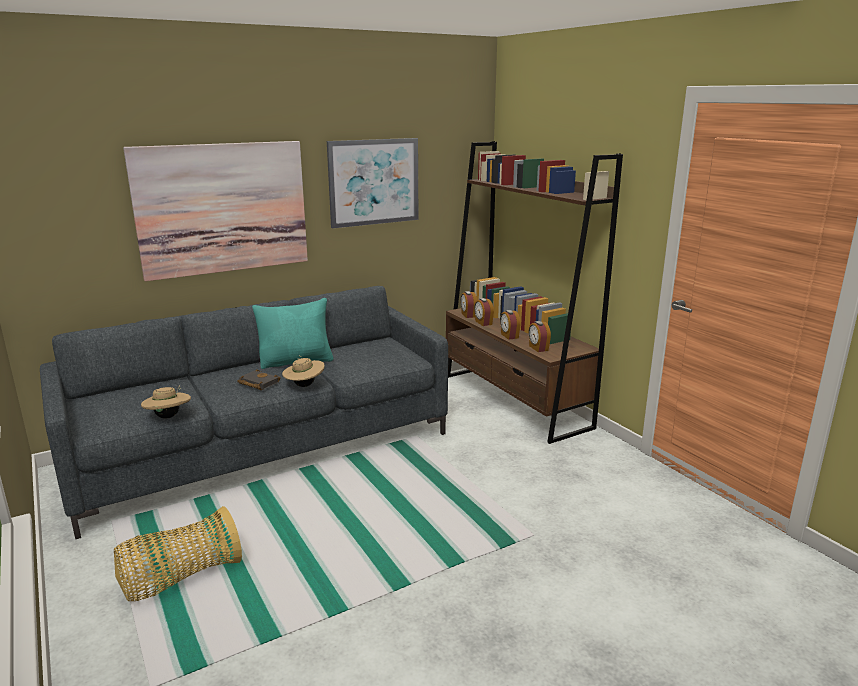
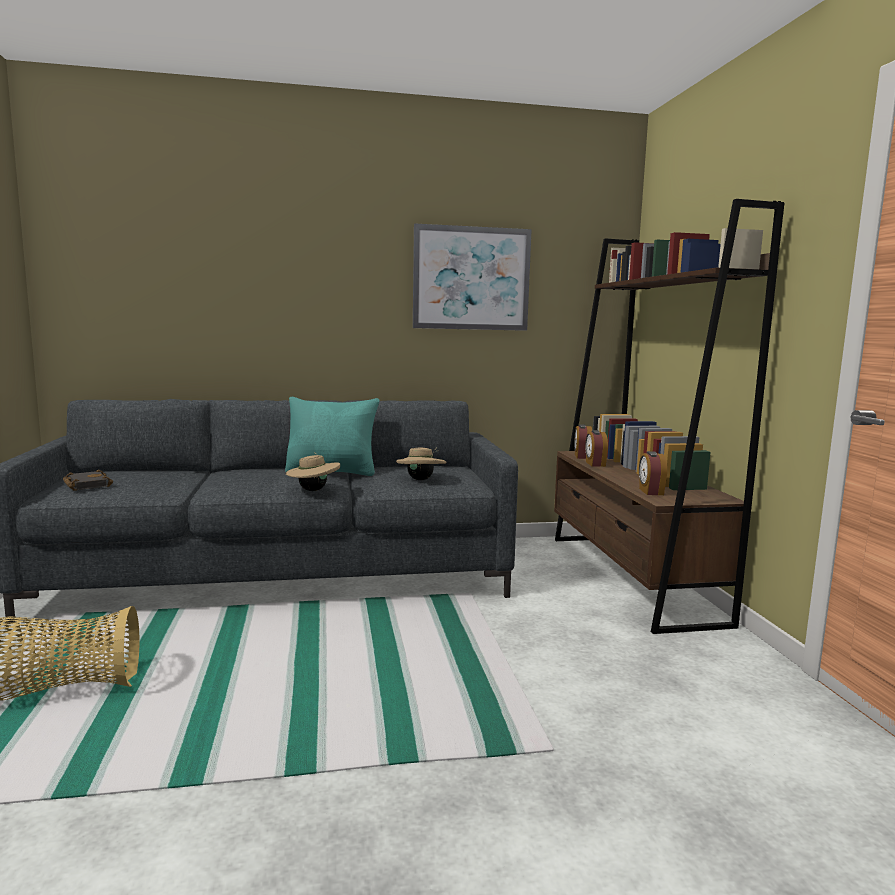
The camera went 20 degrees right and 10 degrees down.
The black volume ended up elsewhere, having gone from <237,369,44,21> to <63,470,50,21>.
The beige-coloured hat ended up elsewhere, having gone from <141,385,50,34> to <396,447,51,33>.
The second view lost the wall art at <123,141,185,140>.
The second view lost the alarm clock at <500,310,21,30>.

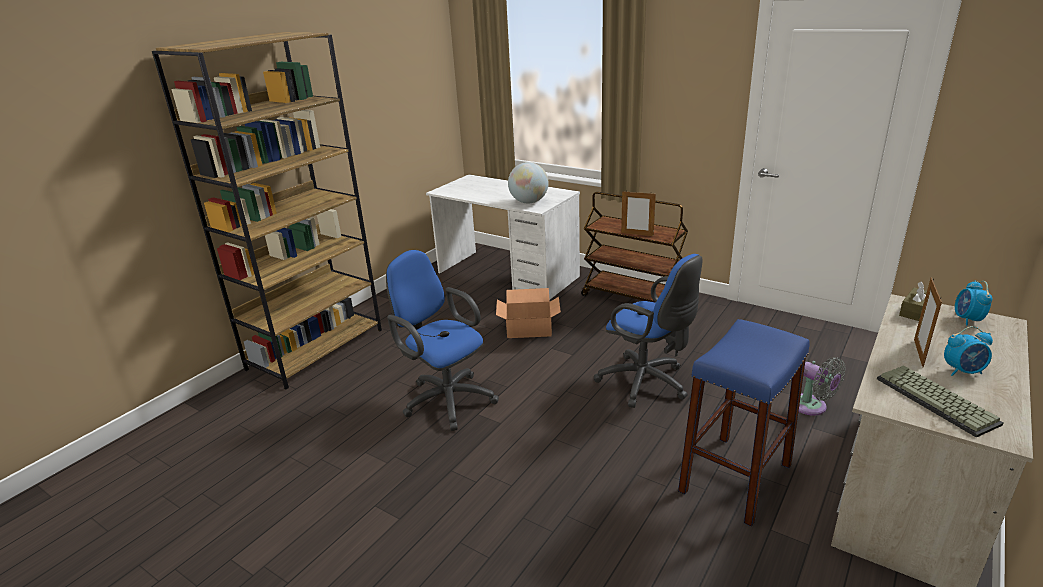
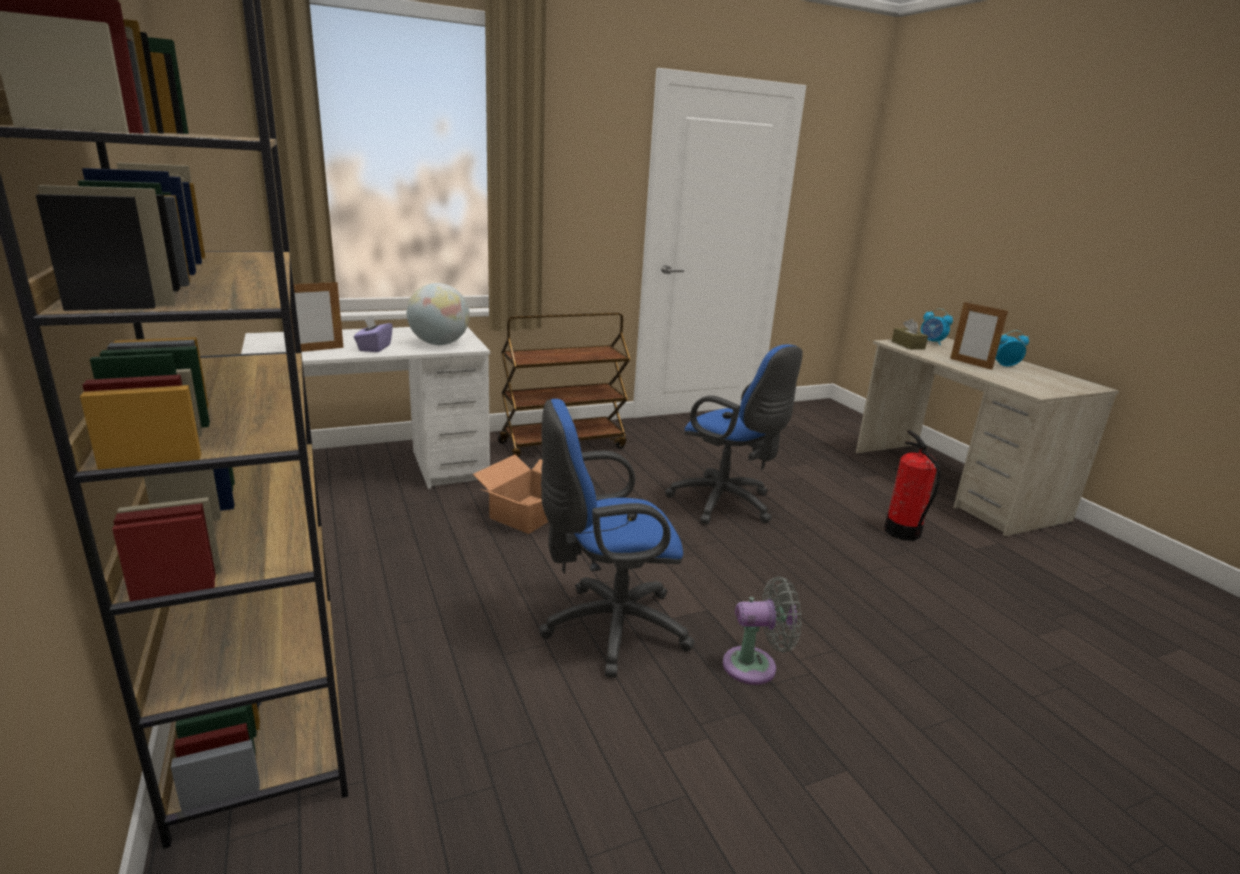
The camera went 60 degrees left and 5 degrees down.
The picture frame ended up elsewhere, having gone from <621,191,35,45> to <290,282,54,70>.
The second view gained the purple-coloured tissue holder at <354,316,39,36>.
The blue-coloured office chair at <594,254,109,154> ended up facing another way, 60 degrees clockwise from before.
The grey electric fan ended up elsewhere, having gone from <799,357,47,59> to <723,577,79,108>.
Where the blue-coloured stool stood at <678,319,132,208>, the fire extinguisher came to stand at <885,430,56,111>.
The alarm clock at <944,326,49,50> ended up facing another way, 120 degrees counterclockwise from before.
The second view lost the computer keyboard at <877,365,127,73>.

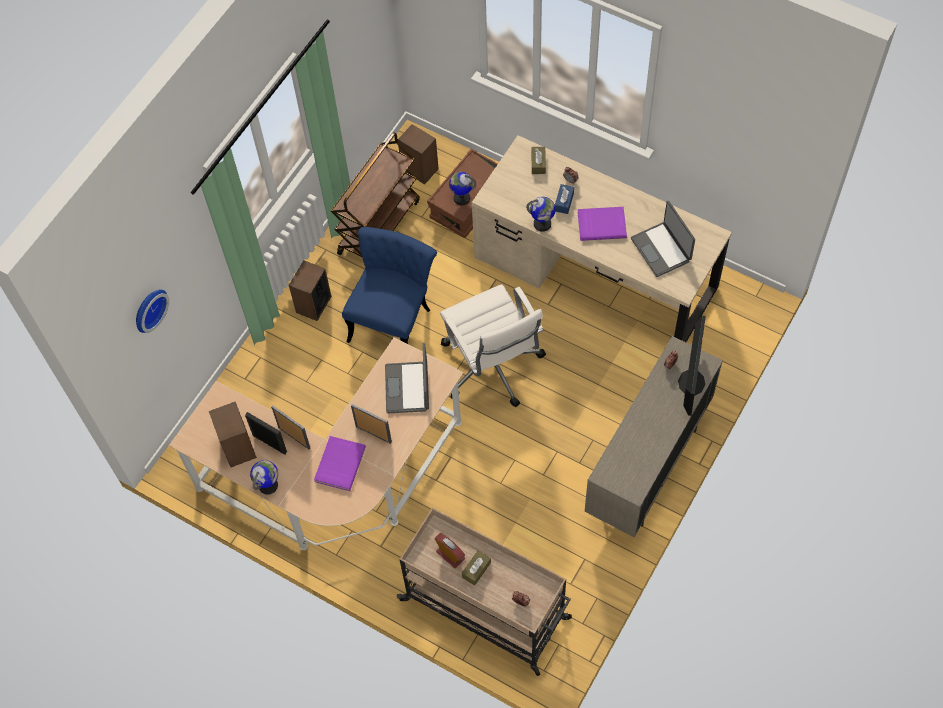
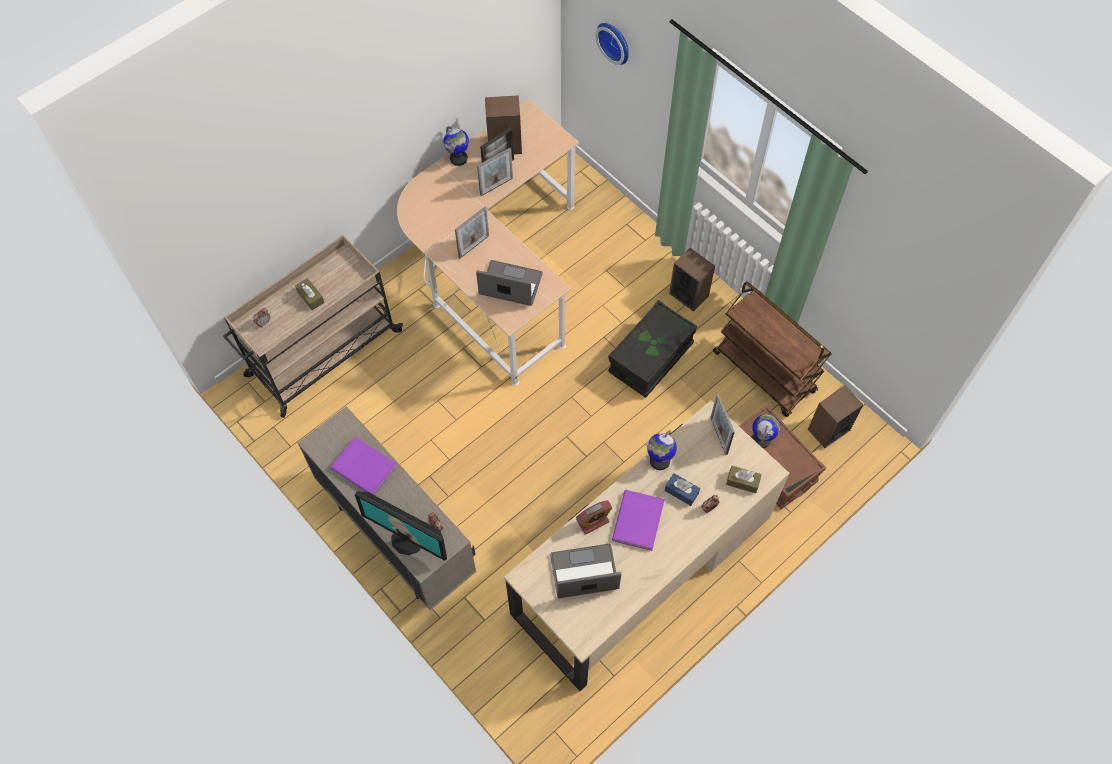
The camera went 105 degrees right and 0 degrees up.
The purple-coloured volume ended up elsewhere, having gone from <314,436,52,55> to <330,437,67,58>.
The alarm clock ended up elsewhere, having gone from <434,533,31,35> to <576,500,36,35>.
Where the blue-coloured plain chair stood at <342,227,95,117>, the black storage container came to stand at <608,300,89,98>.
The second view gained the picture frame at <710,394,25,61>.
The second view lost the white-coloured office chair at <440,284,106,123>.

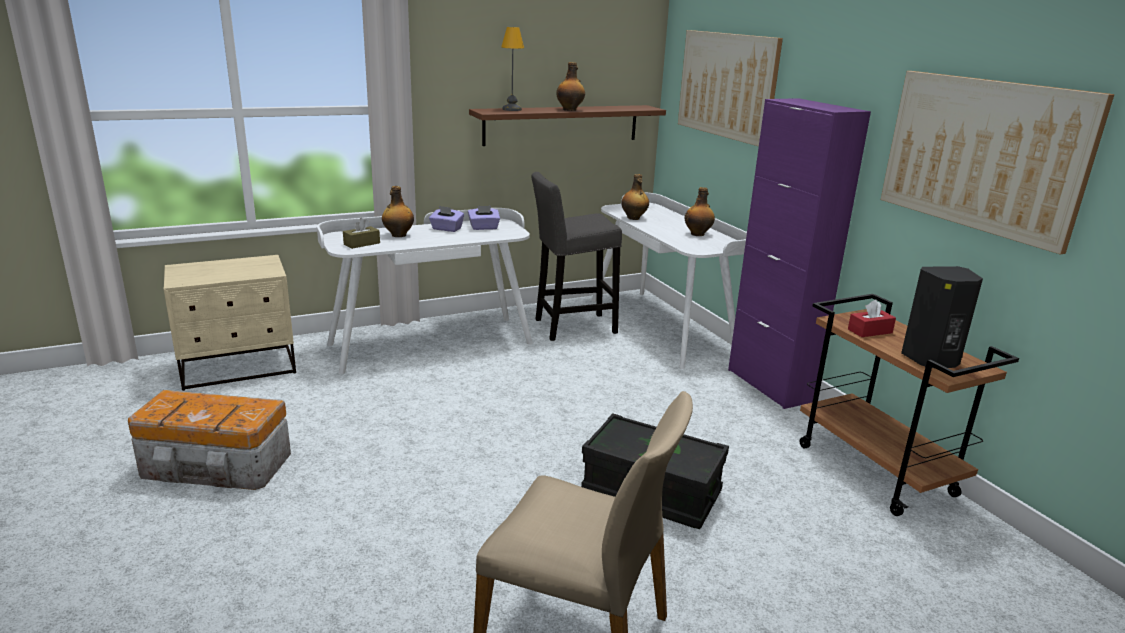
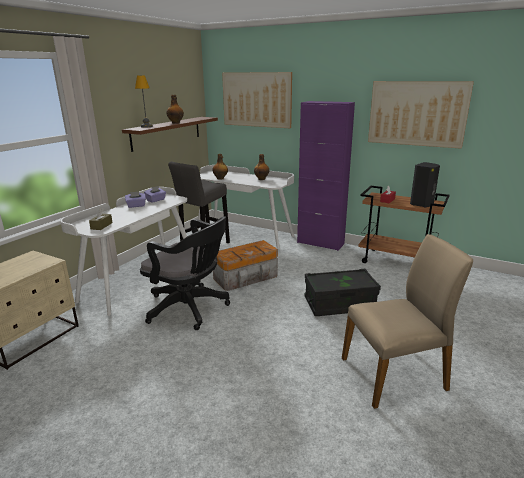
The camera went 35 degrees left and 0 degrees up.
The second view gained the black office chair at <140,216,90,114>.
The storage container ended up elsewhere, having gone from <128,390,163,100> to <213,240,65,51>.
The second view lost the beverage bottle at <382,186,32,51>.

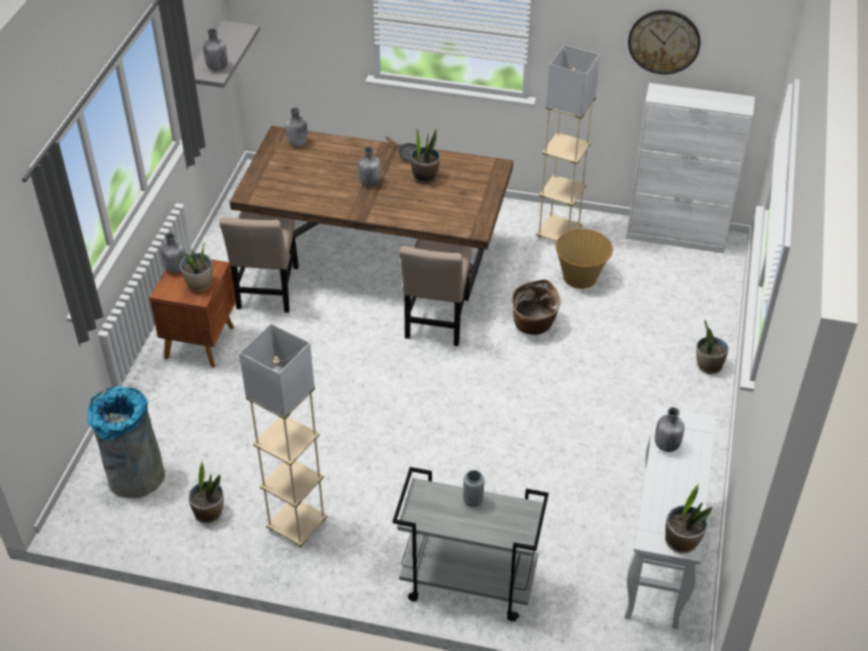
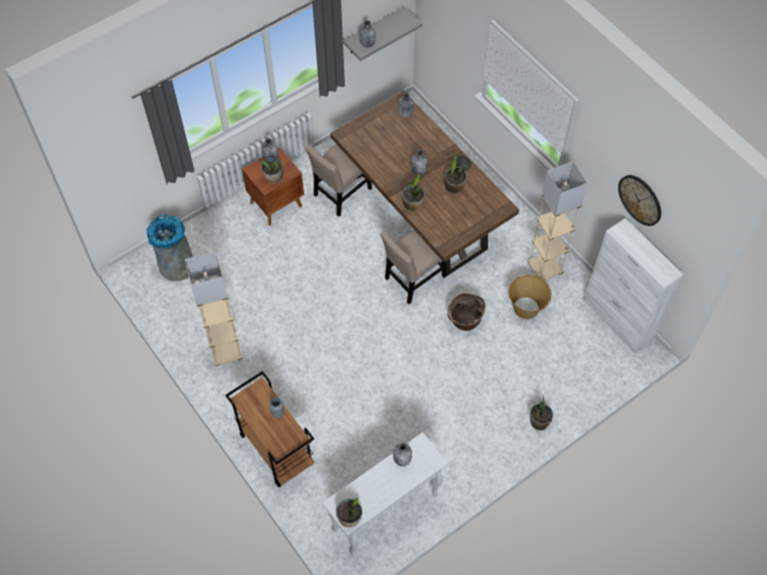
The camera went 40 degrees right and 15 degrees up.
What was the grey wheeled cart at <393,467,156,155> turned into the brown-coloured wheeled cart at <225,371,90,116>.
The houseplant ended up elsewhere, having gone from <189,461,35,62> to <402,174,22,37>.

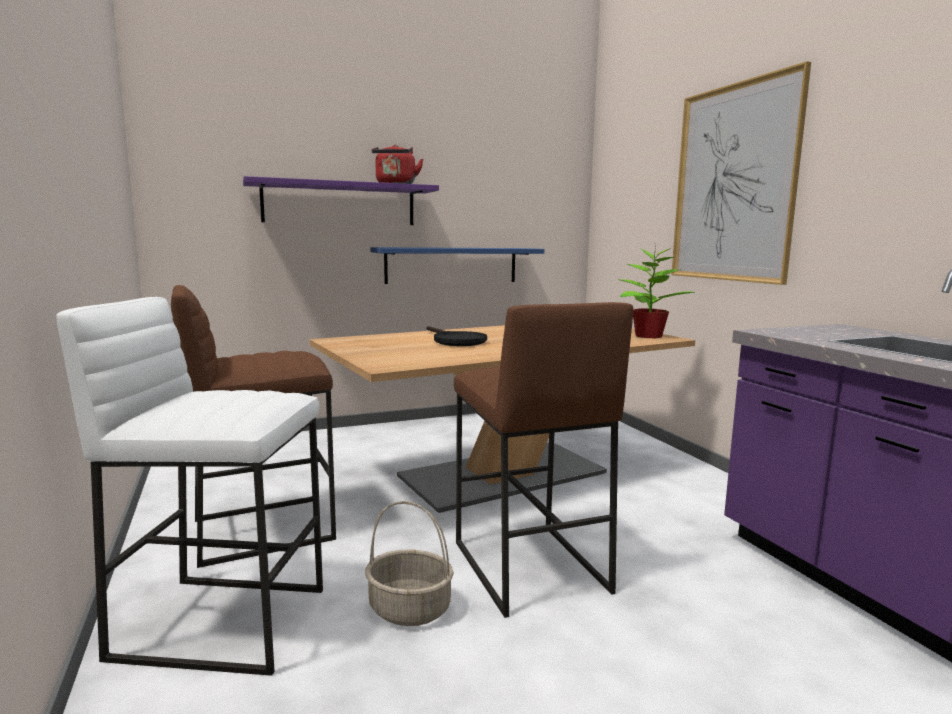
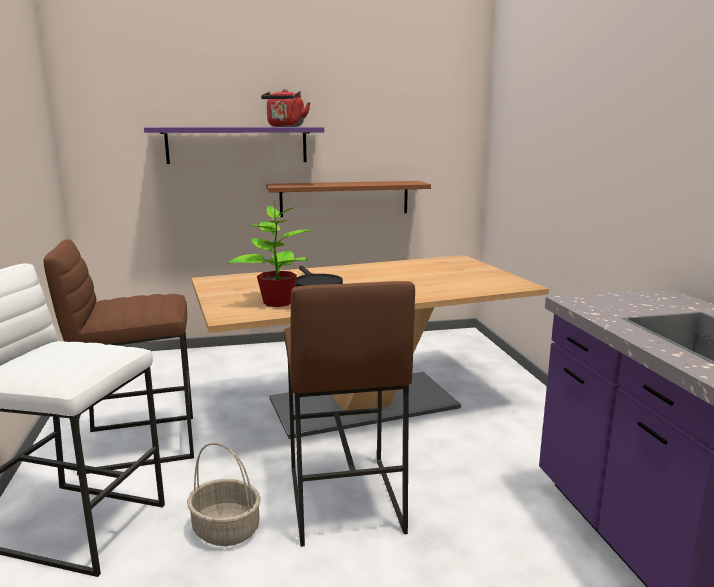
The camera went 10 degrees right and 5 degrees up.
The houseplant ended up elsewhere, having gone from <617,245,78,93> to <228,203,84,104>.
What was the blue-coloured wall shelf at <370,247,174,37> turned into the brown-coloured wall shelf at <266,181,165,36>.
The second view lost the wall art at <671,61,140,224>.

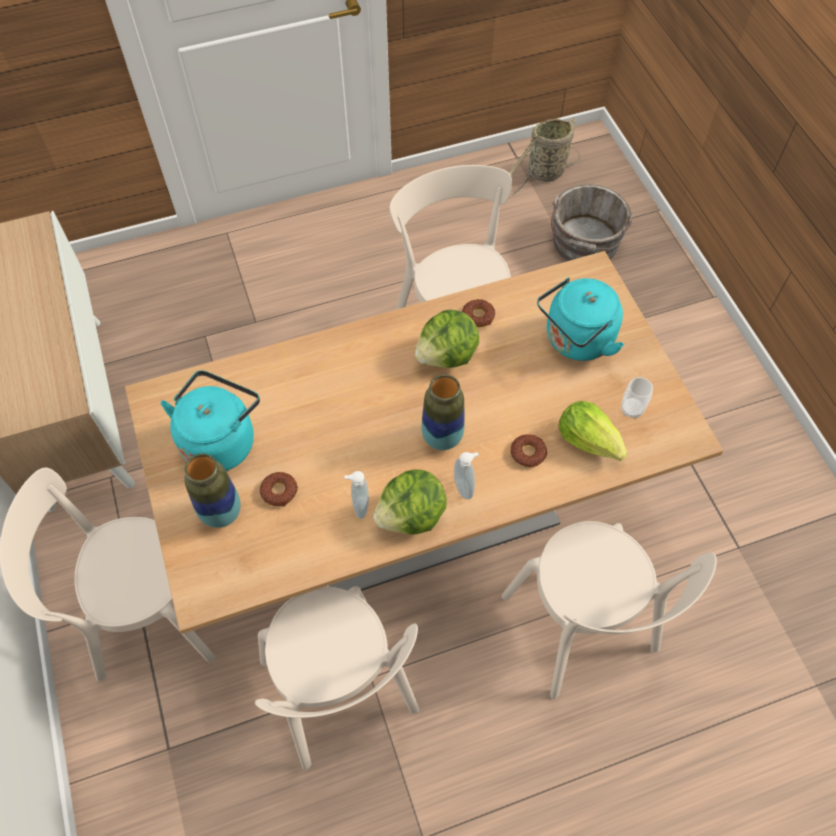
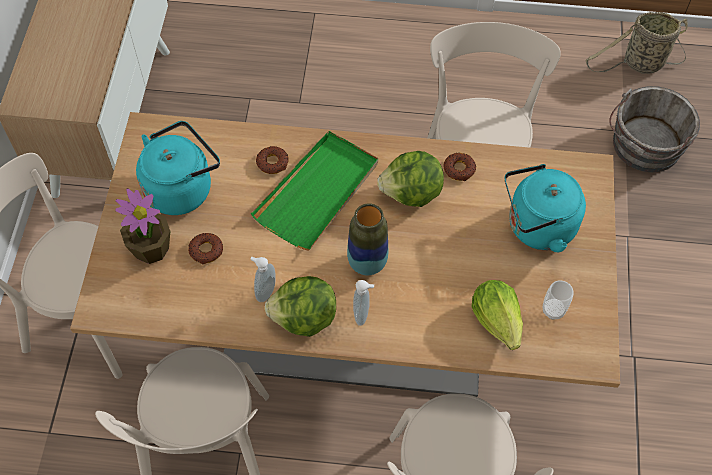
The camera went 25 degrees right and 0 degrees up.
Where the flower vase stood at <184,454,57,74>, the houseplant came to stand at <115,188,55,76>.
The second view gained the green-coloured serving tray at <251,131,127,119>.
The doughnut ended up elsewhere, having gone from <511,434,36,33> to <256,146,33,28>.

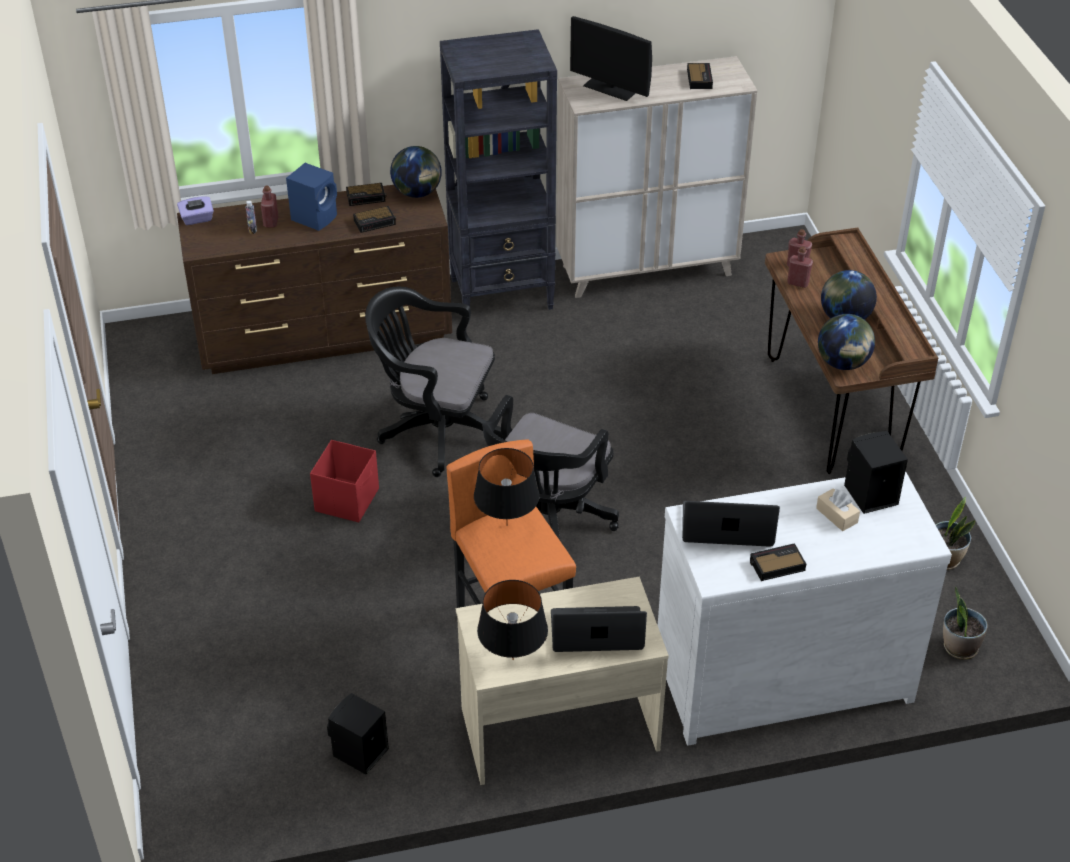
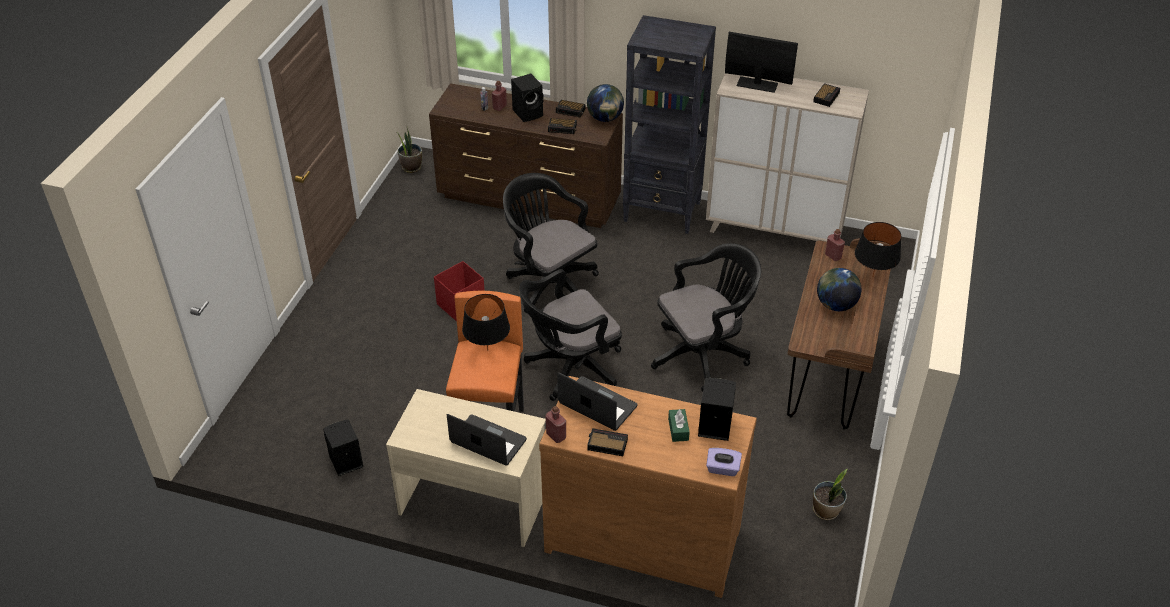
The camera went 30 degrees right and 0 degrees up.
The houseplant ended up elsewhere, having gone from <943,586,45,74> to <398,128,24,45>.
What was the blue-coloured loudspeaker at <286,163,51,68> turned into the black loudspeaker at <511,74,33,48>.
What was the white-coloured chest of drawers at <658,471,294,275> turned into the brown-coloured chest of drawers at <539,376,218,222>.
The red beverage bottle ended up elsewhere, having gone from <787,247,26,41> to <546,406,20,37>.
The second view gained the black office chair at <651,243,110,149>.
What was the beige-coloured tissue holder at <816,488,44,43> turned into the green-coloured tissue holder at <668,409,22,33>.
The purple-coloured tissue holder ended up elsewhere, having gone from <177,196,37,29> to <706,448,36,28>.
The monitor at <570,16,82,85> ended up facing another way, 135 degrees clockwise from before.
The black tabletop lamp ended up elsewhere, having gone from <477,580,71,80> to <855,222,46,56>.
The second view lost the globe at <818,314,57,56>.

